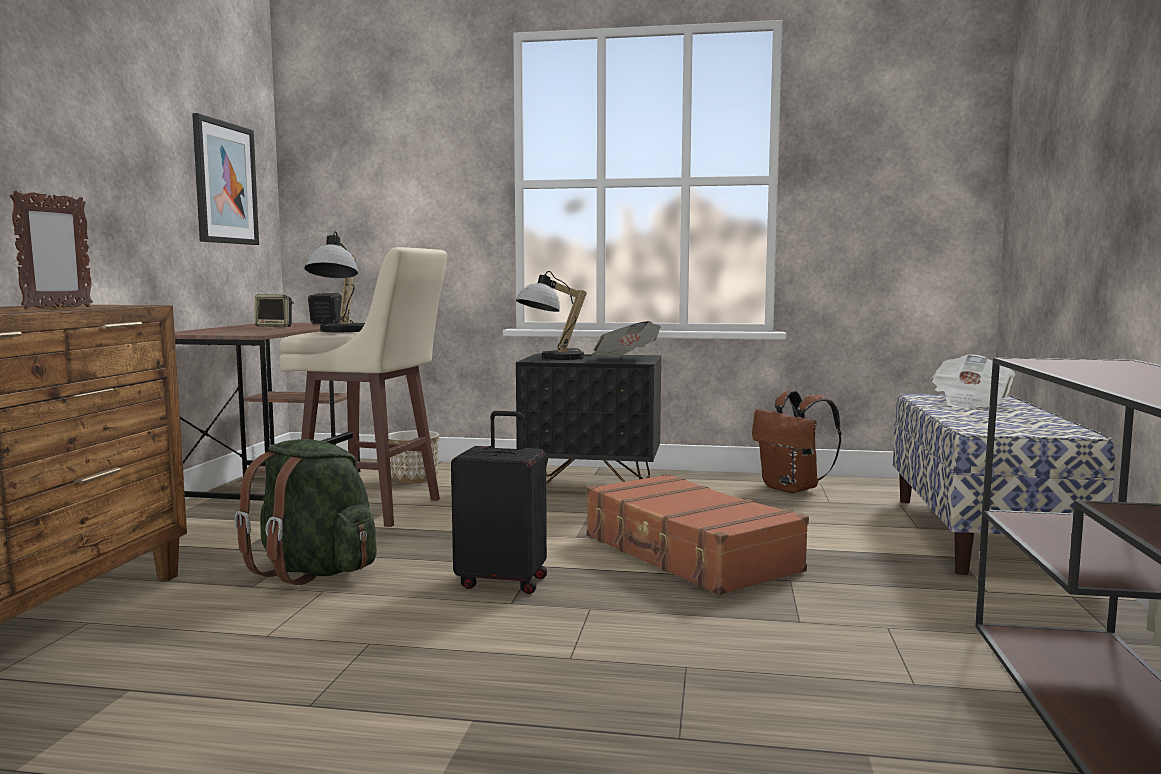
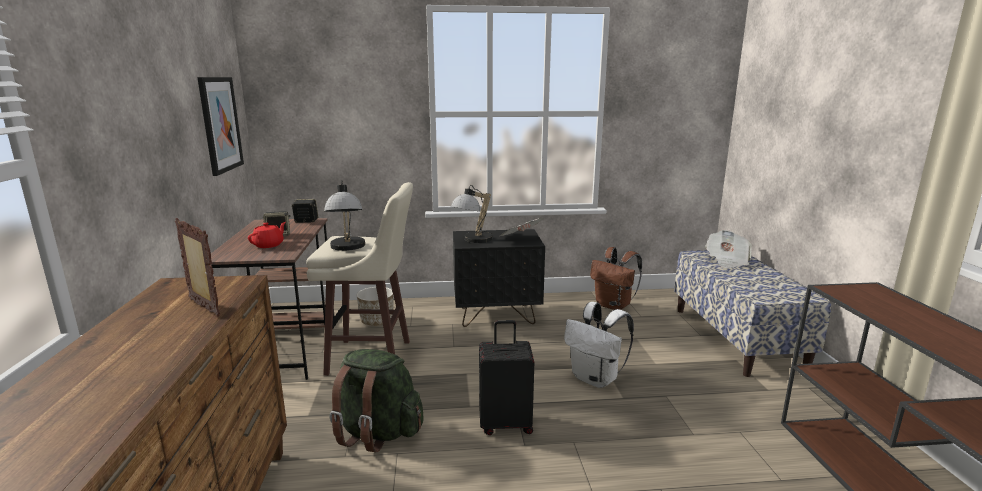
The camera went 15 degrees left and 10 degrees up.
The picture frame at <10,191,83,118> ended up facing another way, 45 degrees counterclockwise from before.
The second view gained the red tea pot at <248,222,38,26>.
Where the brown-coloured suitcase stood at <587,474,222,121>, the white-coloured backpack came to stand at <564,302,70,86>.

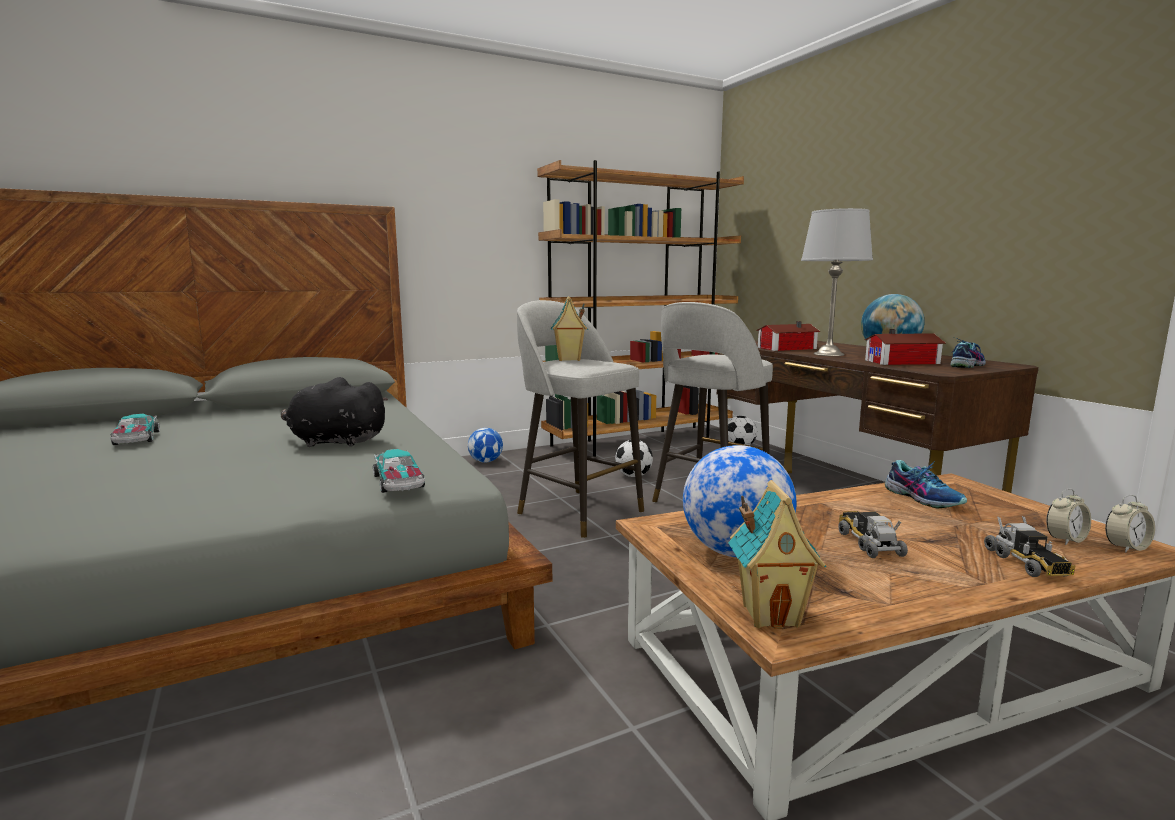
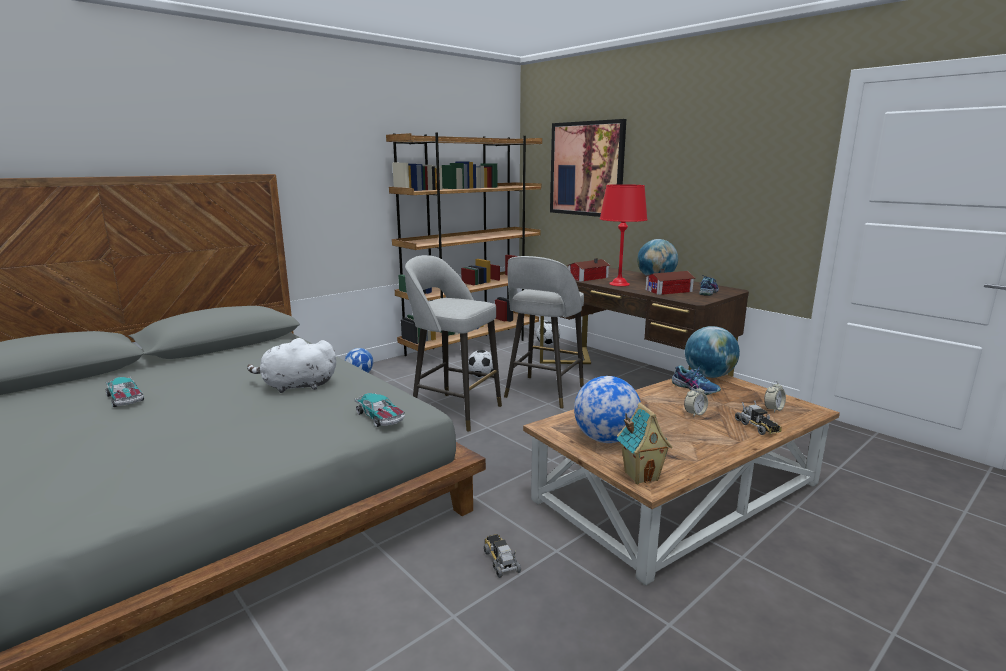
The camera went 15 degrees left and 5 degrees up.
What was the black cuddly toy at <281,377,107,70> turned into the white-coloured cuddly toy at <247,338,89,55>.
The toy truck ended up elsewhere, having gone from <839,511,69,47> to <484,534,37,44>.
The second view gained the wall art at <550,119,76,98>.
What was the grey tabletop lamp at <801,208,72,148> turned into the red tabletop lamp at <600,184,48,102>.
The alarm clock ended up elsewhere, having gone from <1105,495,50,58> to <684,385,24,32>.
The second view gained the globe at <685,326,55,52>.
The second view lost the toy house at <551,297,37,64>.

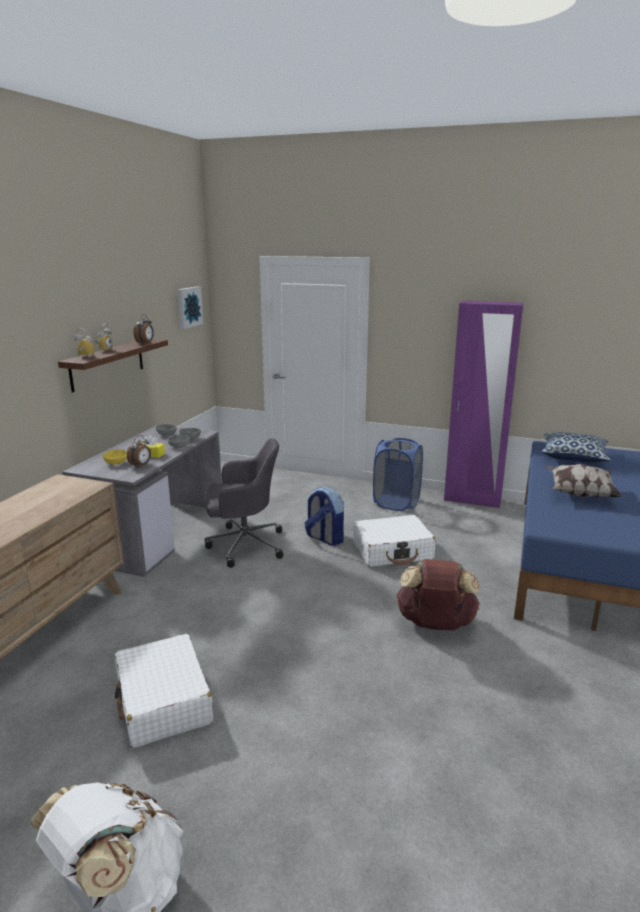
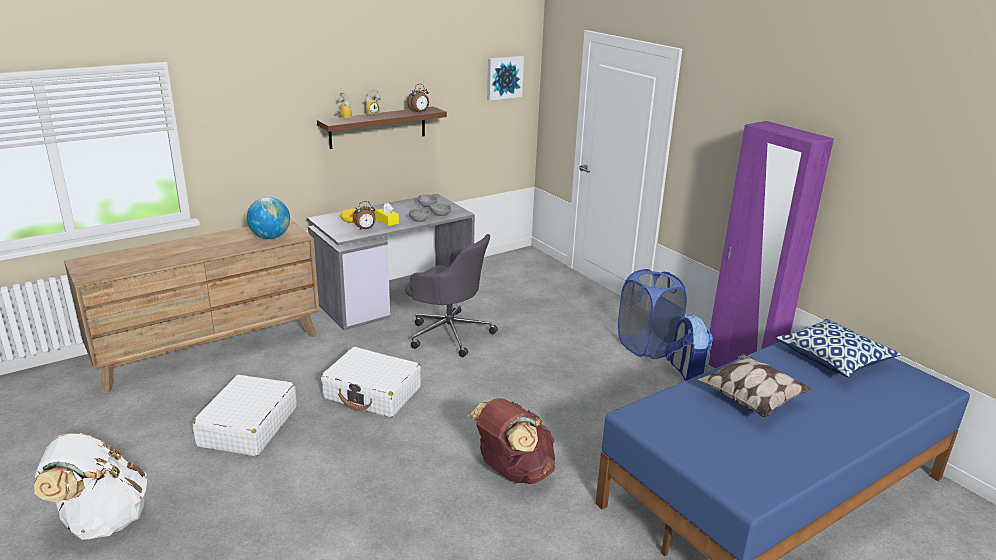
The camera went 35 degrees right and 5 degrees up.
The second view gained the globe at <247,197,43,42>.
The white-coloured suitcase ended up elsewhere, having gone from <353,515,83,52> to <321,347,100,71>.
The backpack ended up elsewhere, having gone from <304,487,40,59> to <664,315,49,66>.

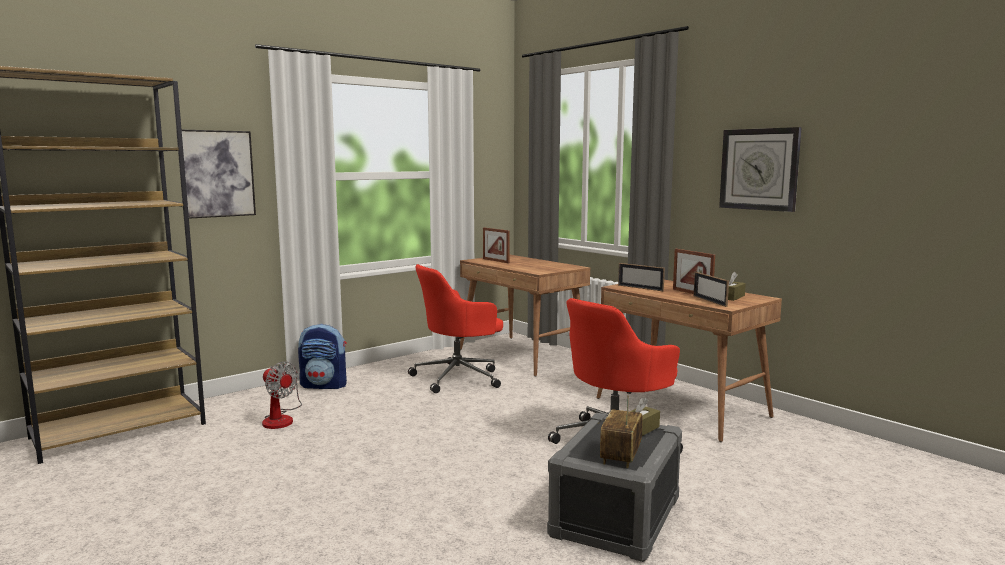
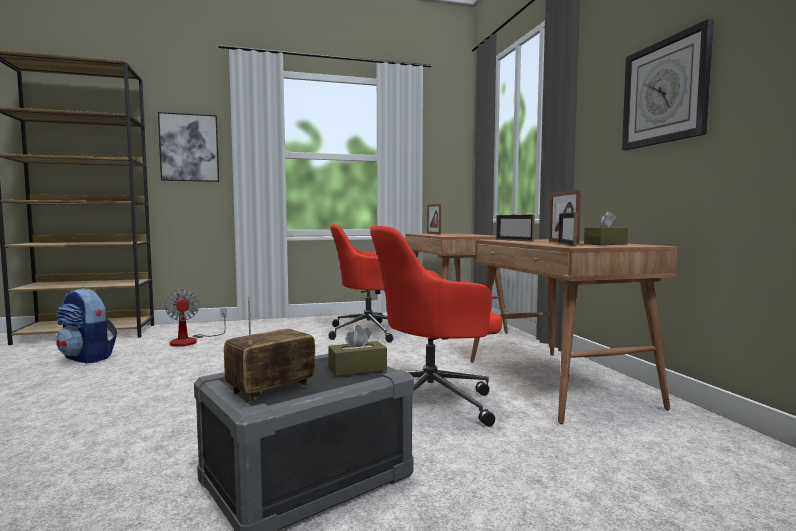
The camera went 25 degrees right and 5 degrees down.
The backpack ended up elsewhere, having gone from <298,324,49,65> to <56,288,61,76>.

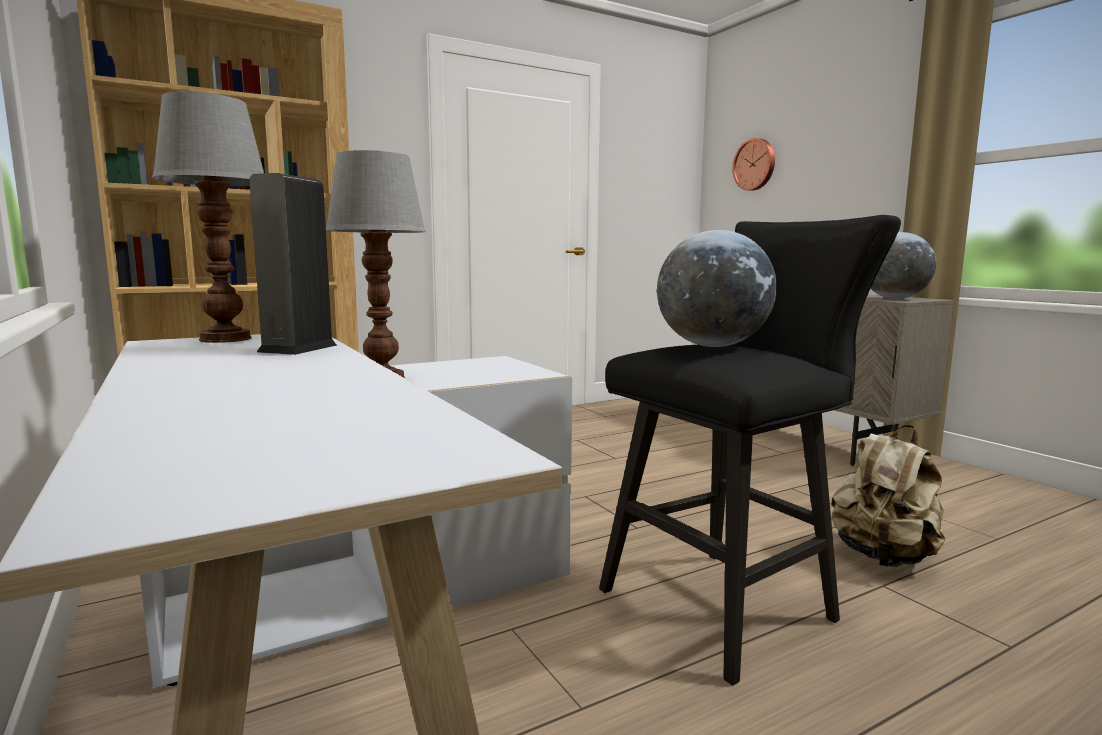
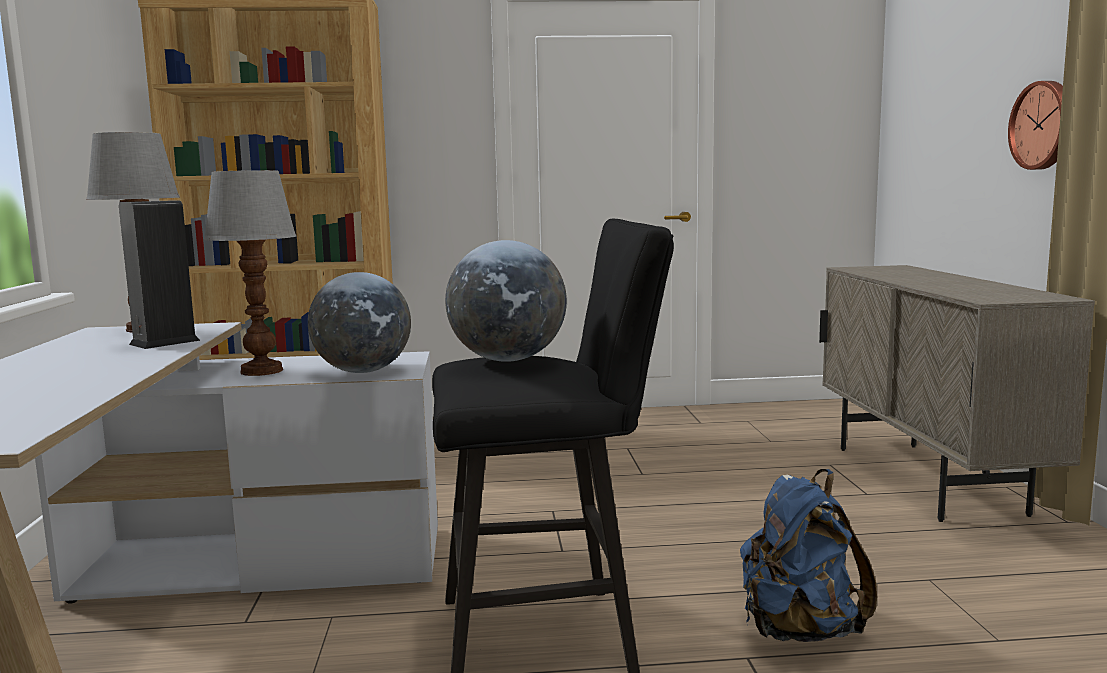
The camera went 25 degrees right and 0 degrees up.
The globe ended up elsewhere, having gone from <870,232,66,67> to <308,272,103,101>.
What was the beige-coloured backpack at <831,425,114,142> turned into the blue-coloured backpack at <740,469,137,173>.
The wall clock ended up elsewhere, having gone from <732,138,43,53> to <1008,81,55,89>.

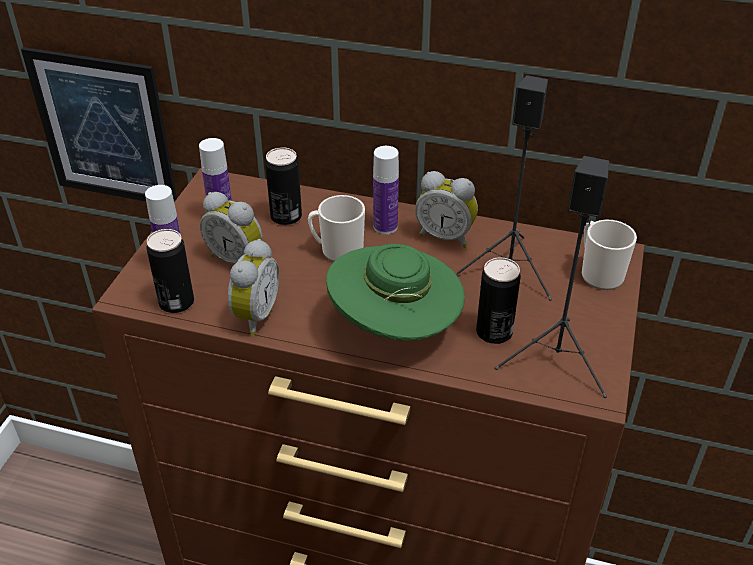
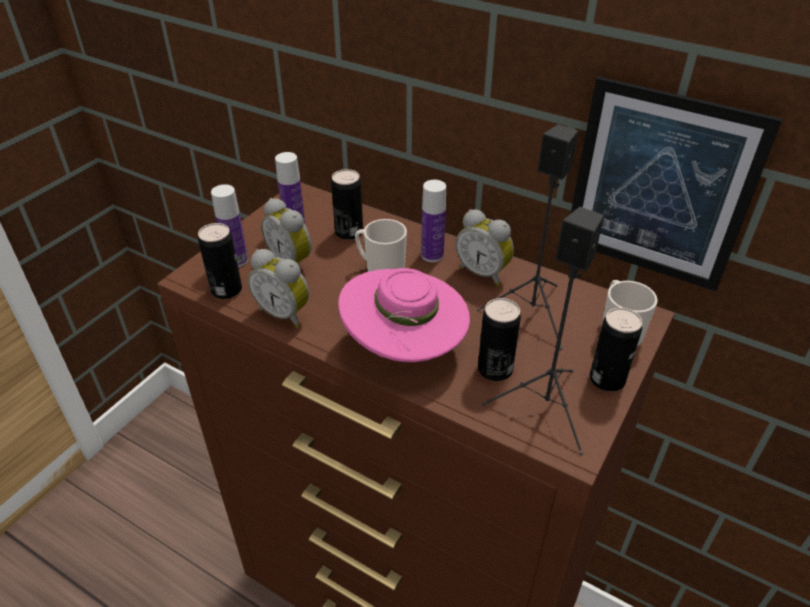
The camera went 15 degrees right and 0 degrees up.
The alarm clock at <228,239,51,97> ended up facing another way, 90 degrees clockwise from before.
What was the green-coloured hat at <326,244,139,97> turned into the pinkish hat at <339,268,131,94>.
The wall art ended up elsewhere, having gone from <21,47,156,155> to <571,76,212,215>.
The second view gained the metal can at <590,308,52,84>.

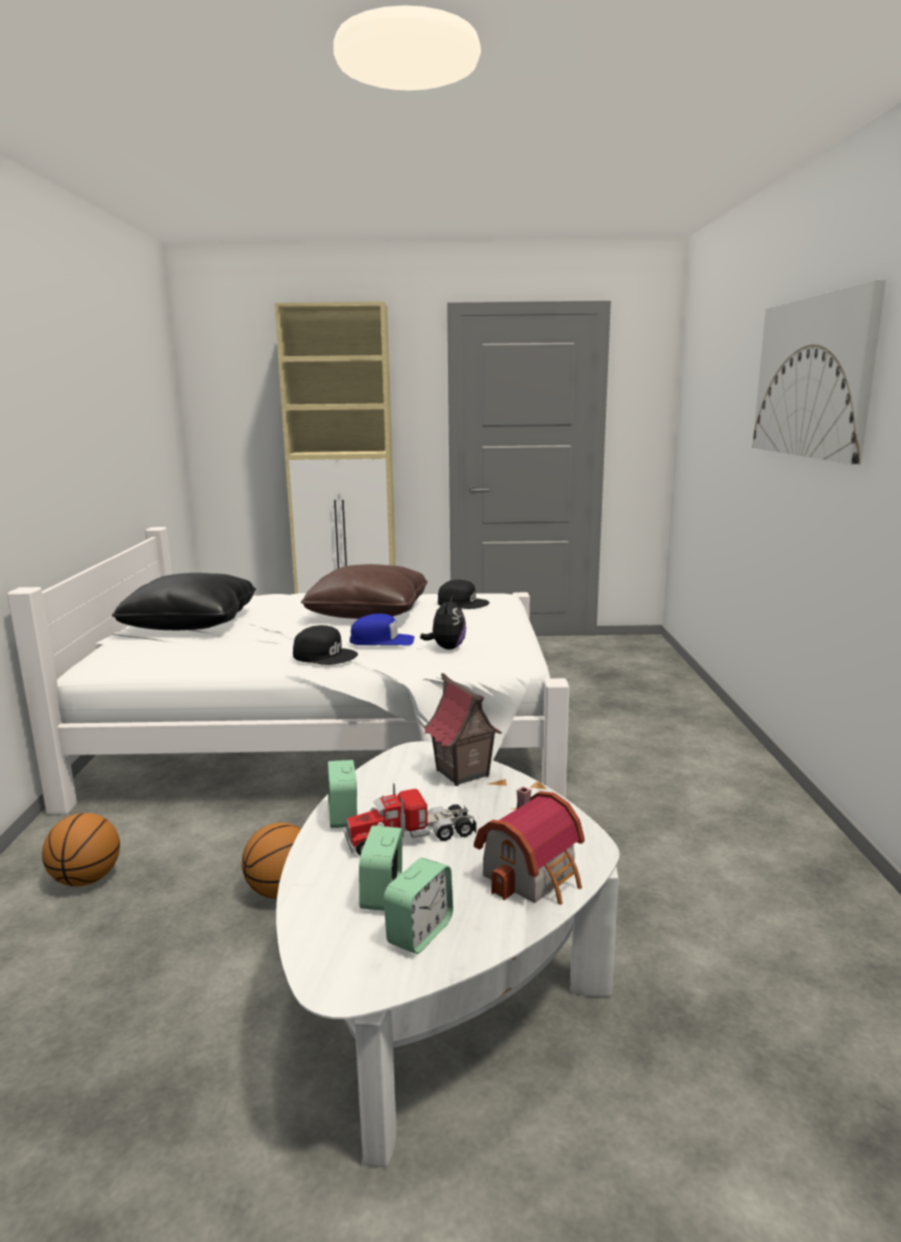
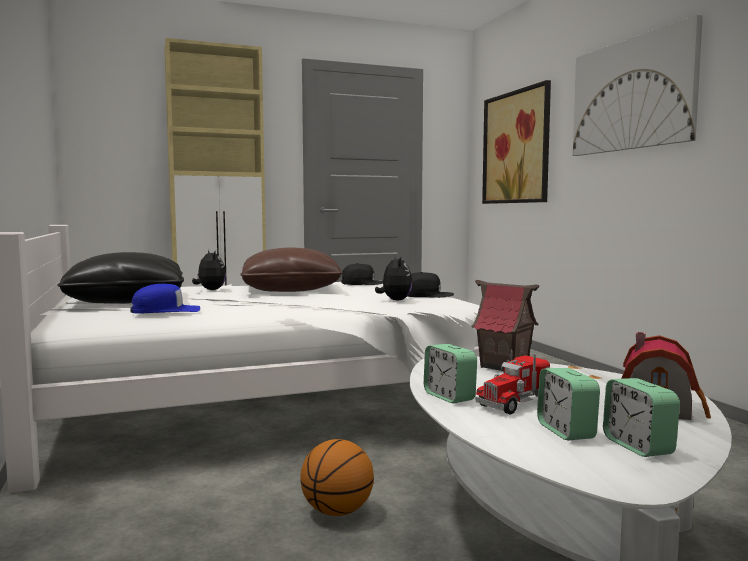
The camera went 20 degrees left and 10 degrees down.
The blue-coloured baseball cap ended up elsewhere, having gone from <350,613,64,33> to <131,283,69,31>.
The second view gained the cuddly toy at <192,250,34,40>.
The black baseball cap ended up elsewhere, having gone from <293,625,65,40> to <407,272,47,26>.
The second view gained the wall art at <482,80,69,124>.
The alarm clock at <383,858,70,96> ended up facing another way, 150 degrees clockwise from before.
The second view lost the ball for basketball at <42,813,78,73>.

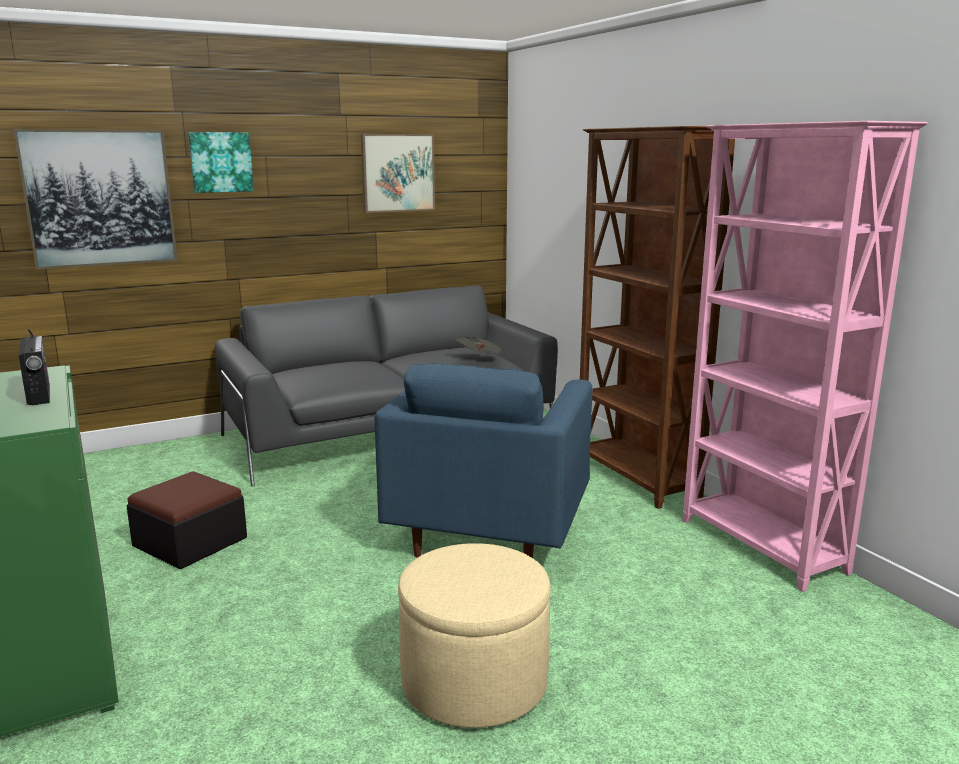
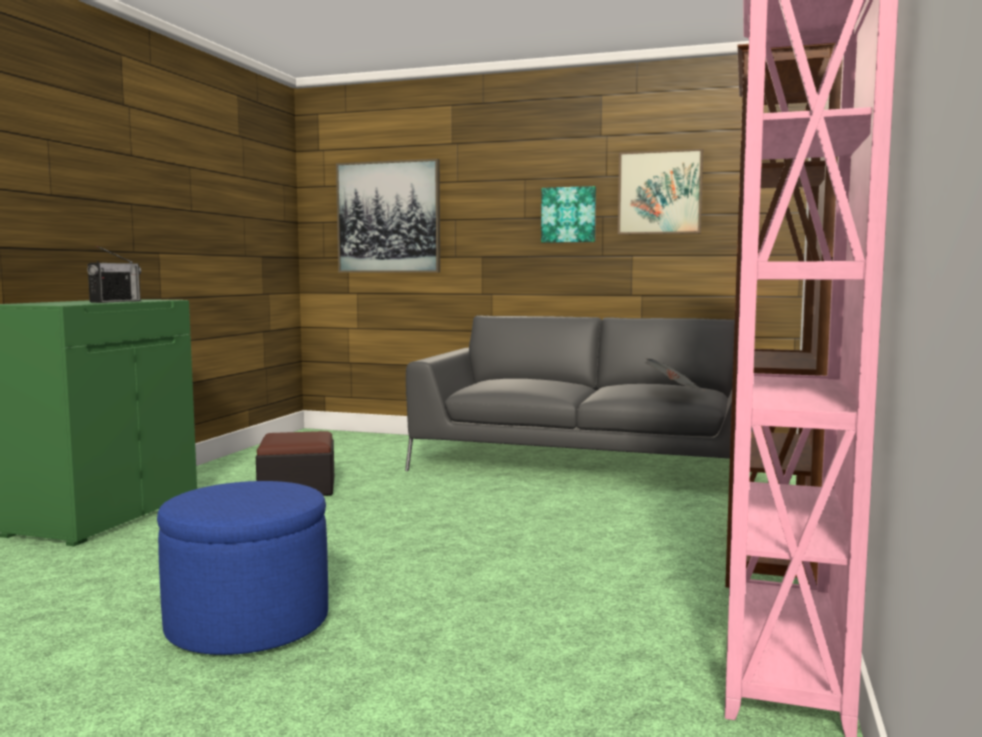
The camera went 45 degrees right and 10 degrees down.
What was the beige-coloured pouffe at <398,543,153,185> turned into the blue-coloured pouffe at <157,481,171,174>.
The wall art ended up elsewhere, having gone from <188,132,66,61> to <541,186,55,57>.
The second view lost the blue-coloured easy chair at <375,364,217,194>.

